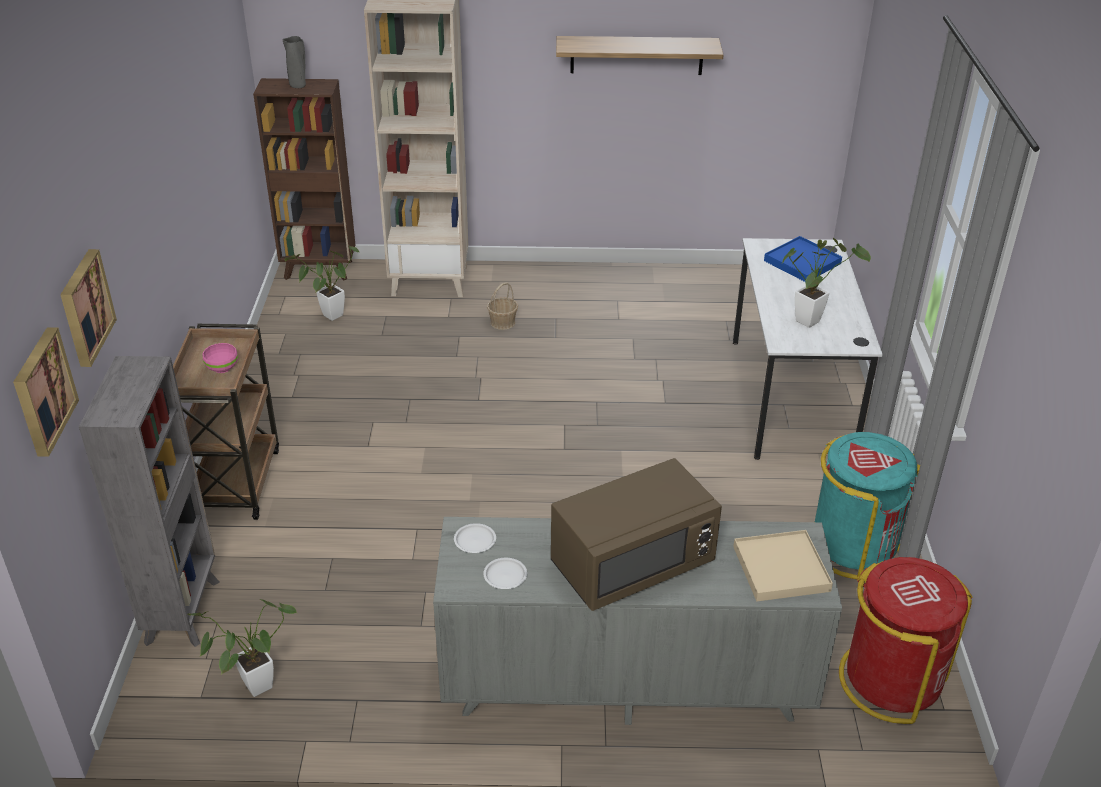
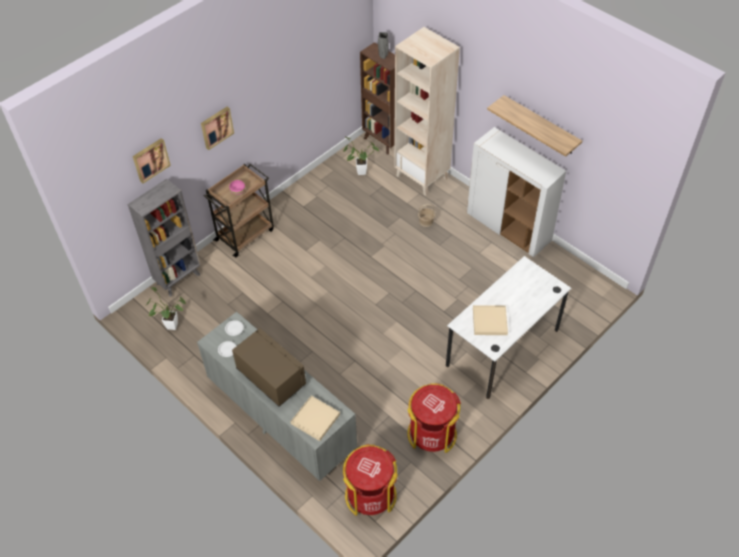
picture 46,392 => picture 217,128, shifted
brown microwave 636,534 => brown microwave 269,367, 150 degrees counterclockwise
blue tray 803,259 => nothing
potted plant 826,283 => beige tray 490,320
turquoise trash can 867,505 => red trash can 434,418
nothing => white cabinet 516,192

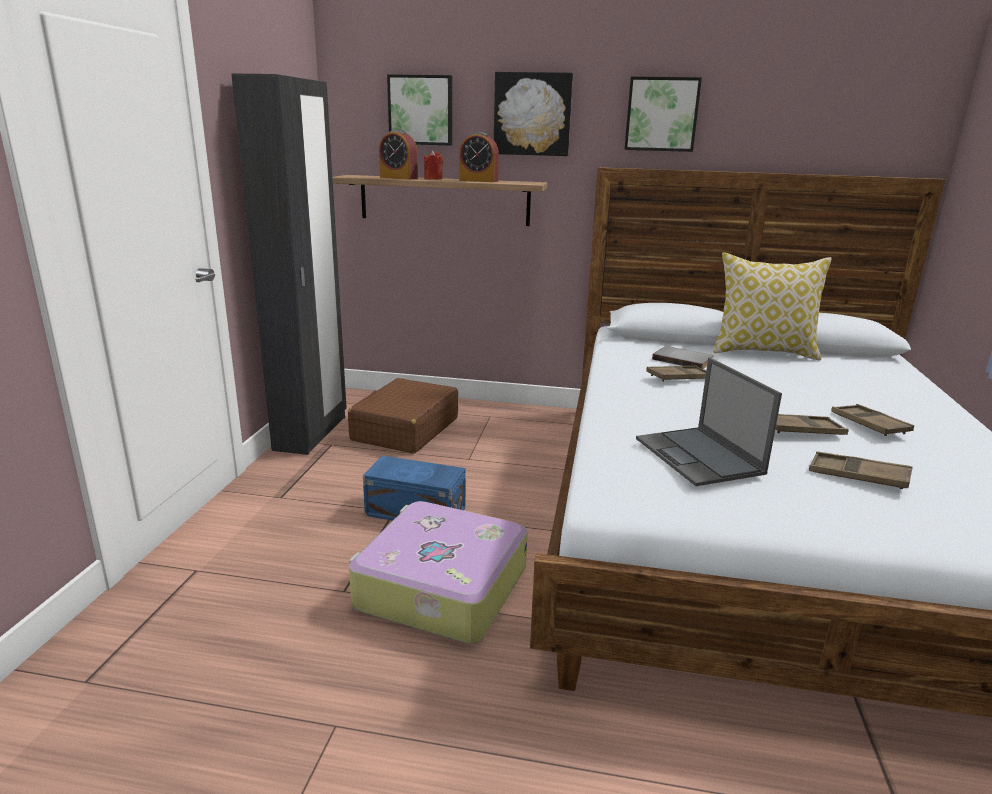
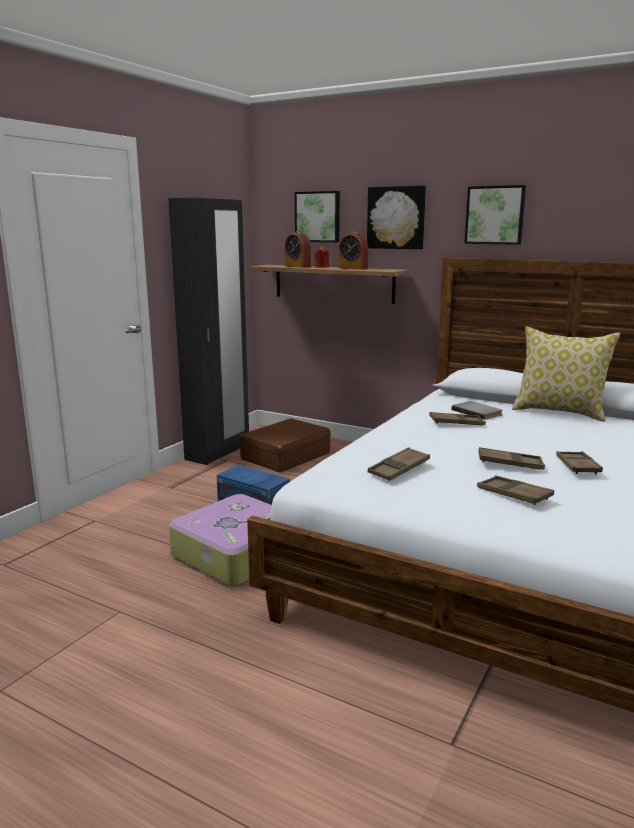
laptop 709,422 => brown tray 399,464

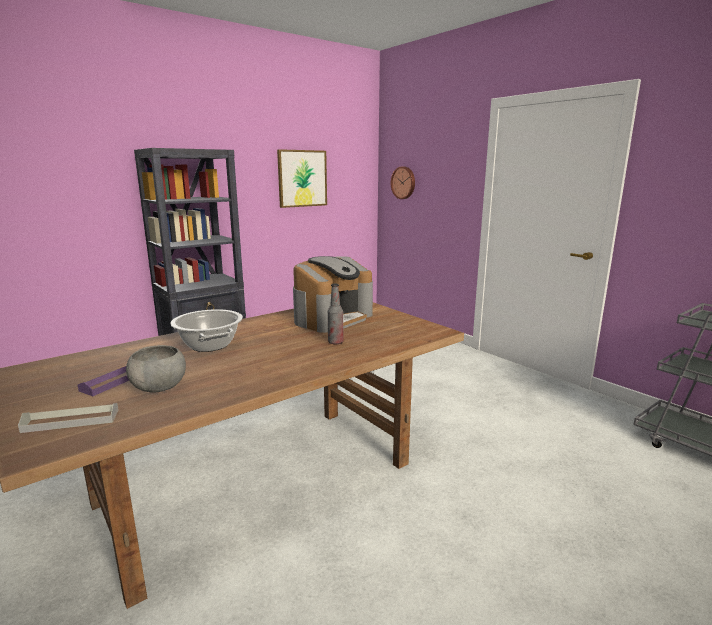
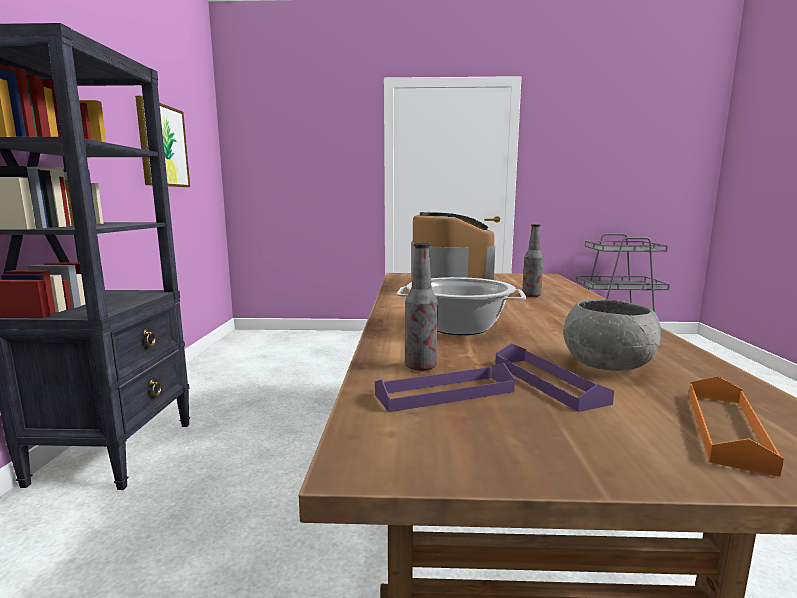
grey tray 68,418 => orange tray 736,426
wall clock 403,183 => nothing
nothing => purple tray 445,387
nothing => bottle 421,307

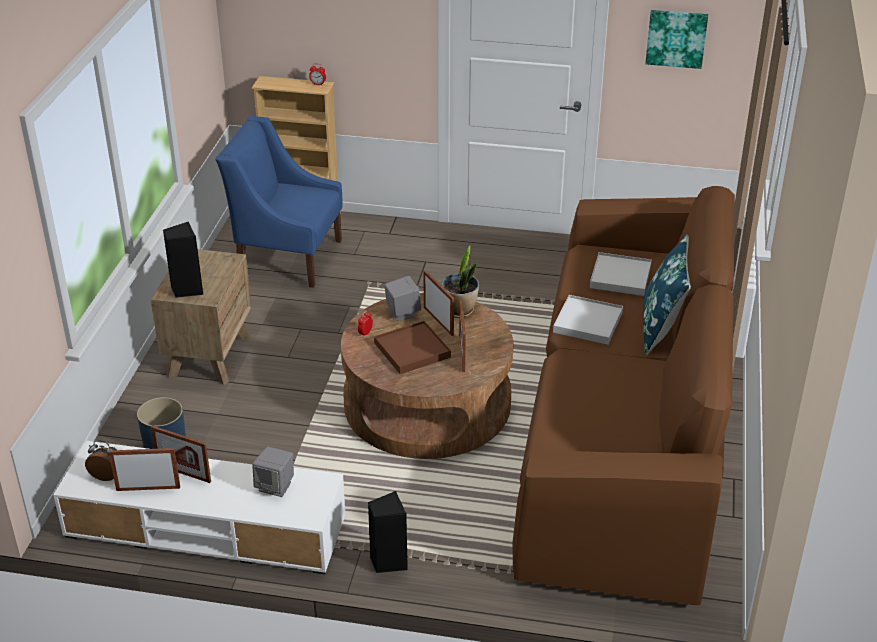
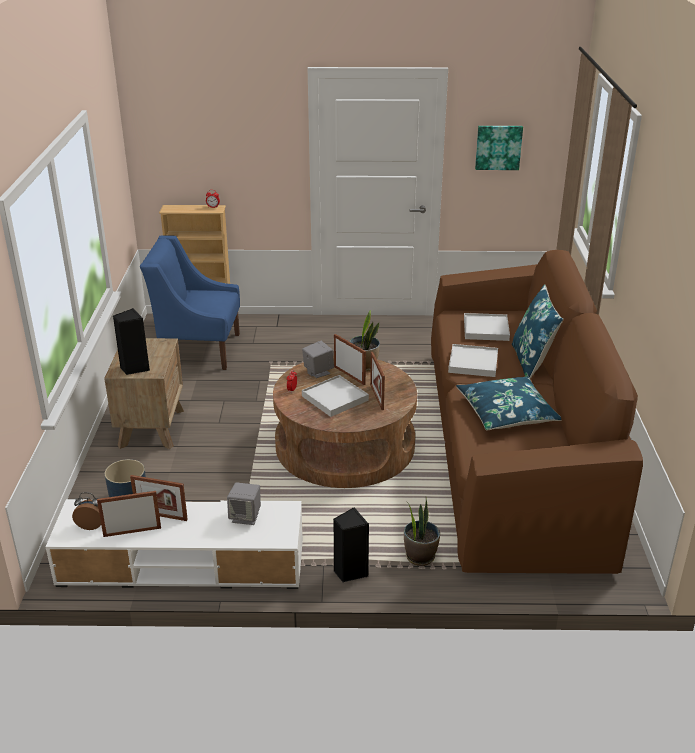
brown tray 412,347 => white tray 335,396
nothing => potted plant 422,531
nothing => blue pillow 508,403

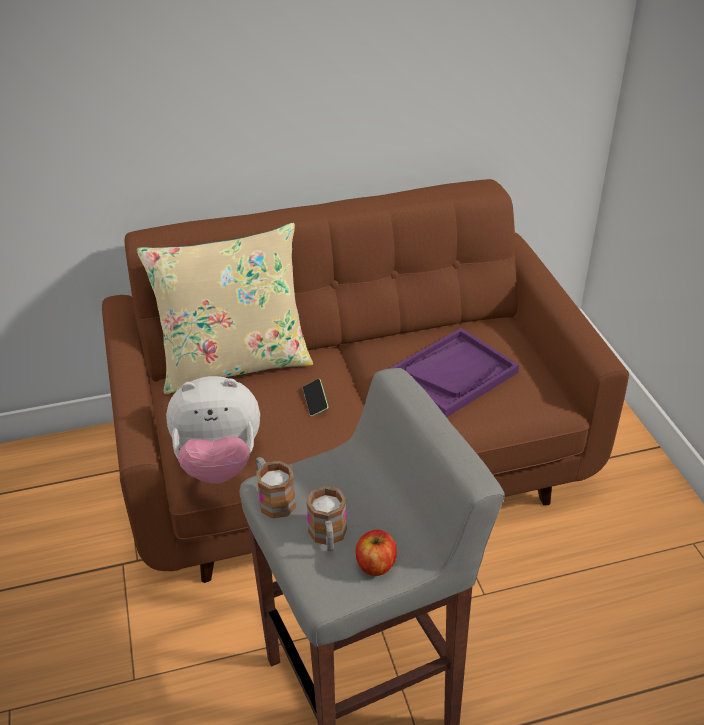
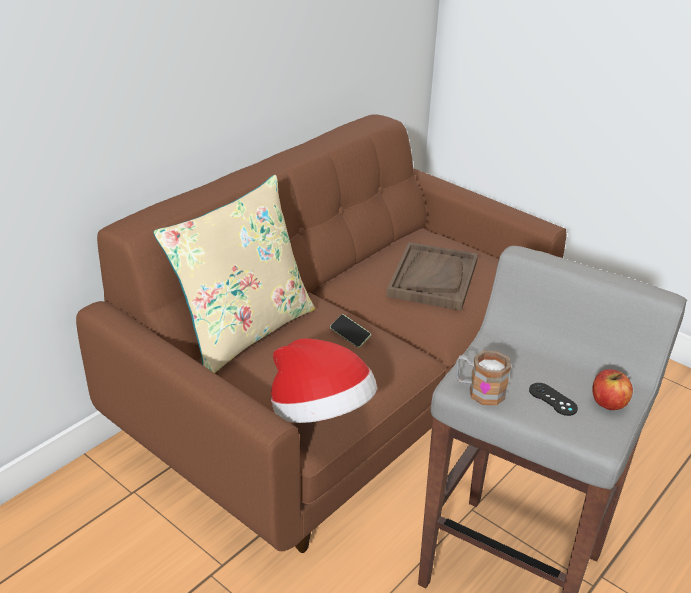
plush toy 213,430 => hat 324,381
mug 326,518 => black game controller 553,399
purple tray 454,372 => brown tray 432,276

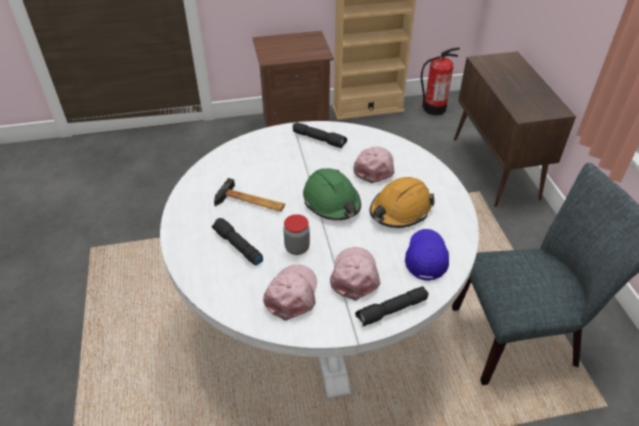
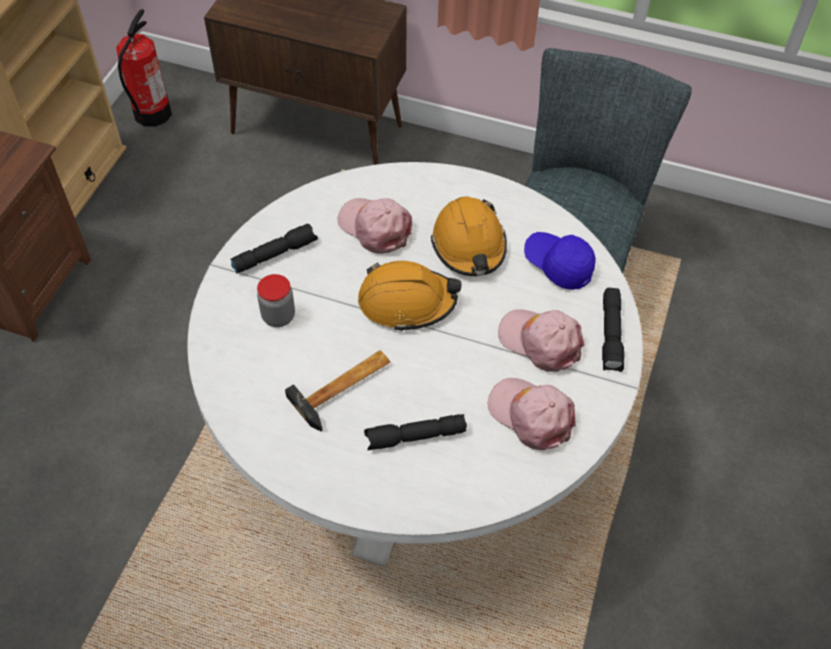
jar 296,234 => jar 276,300, shifted
green hard hat 332,194 => orange hard hat 409,296

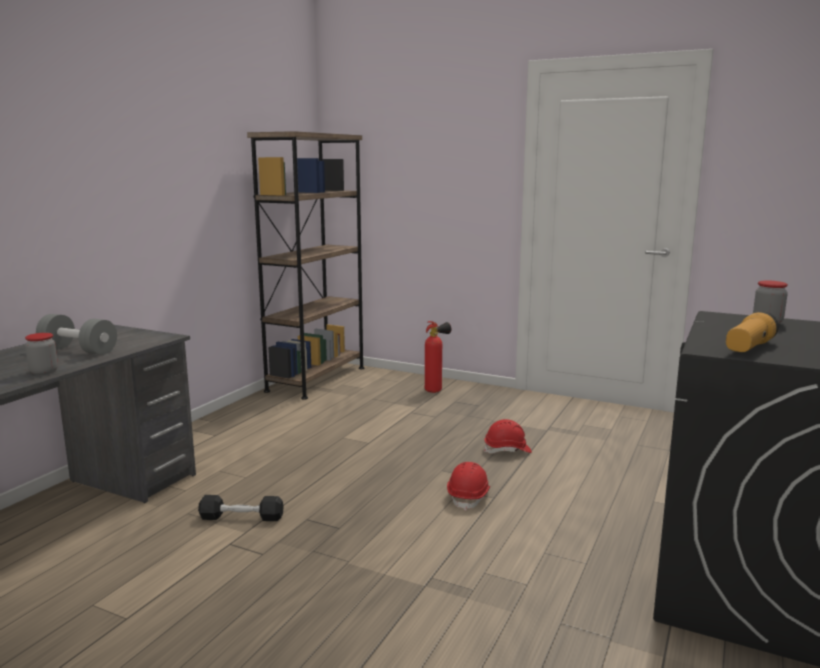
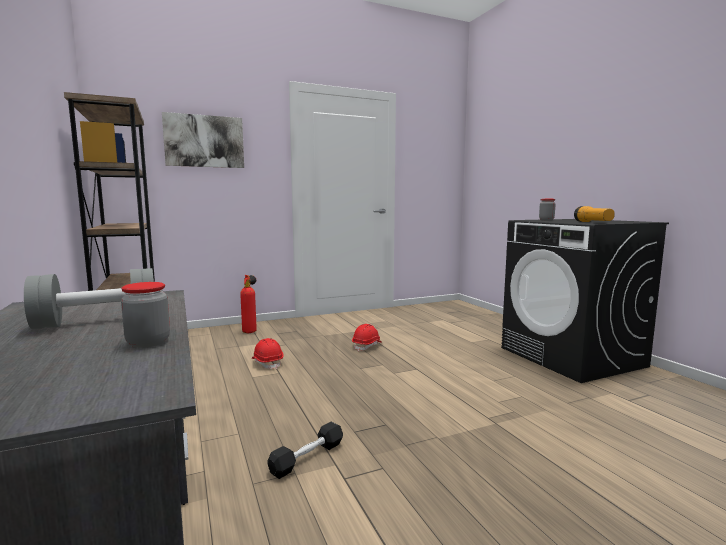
red hard hat 468,486 => red hard hat 268,353, shifted
nothing => picture 203,140

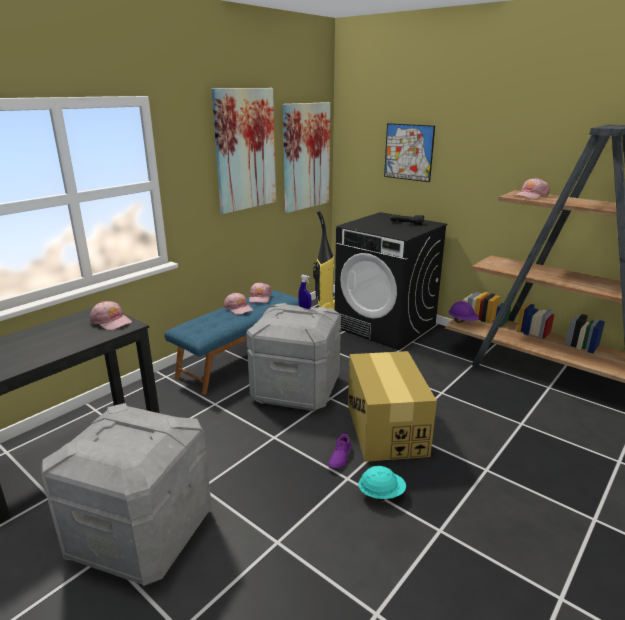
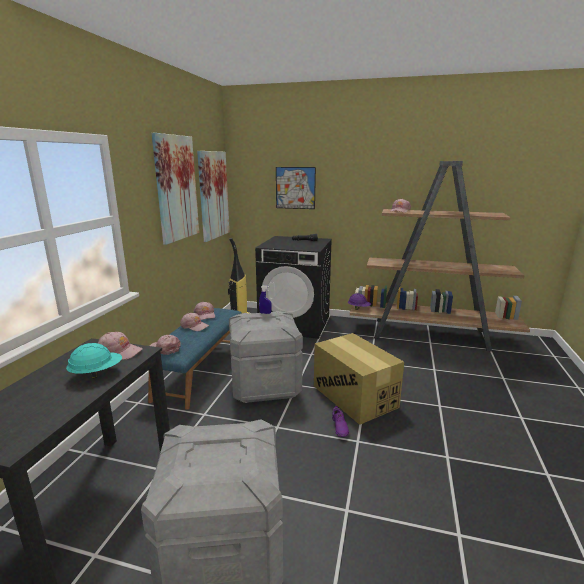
turquoise hard hat 382,484 => turquoise hard hat 94,361, shifted
nothing => pink cap 165,345

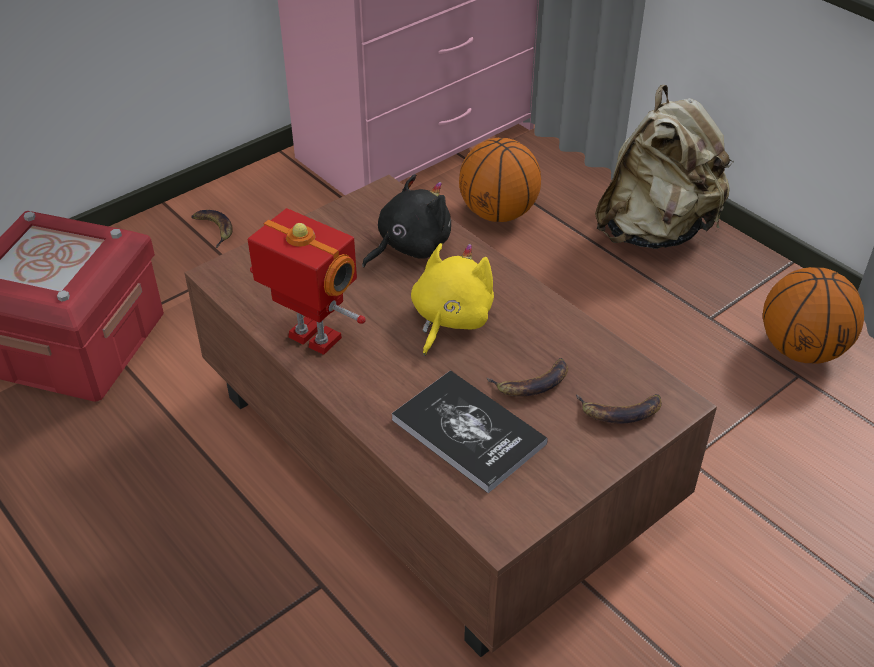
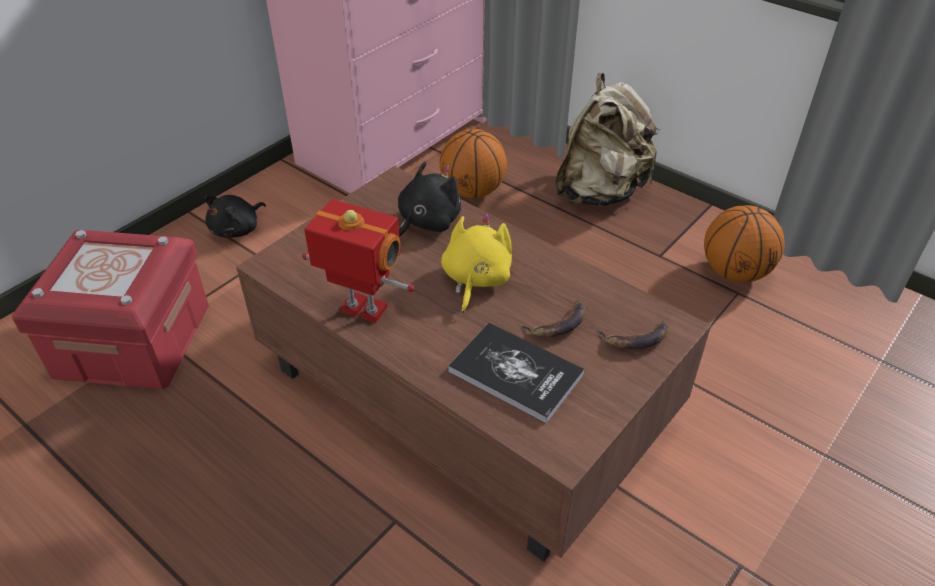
banana 212,229 => black plush toy 235,216

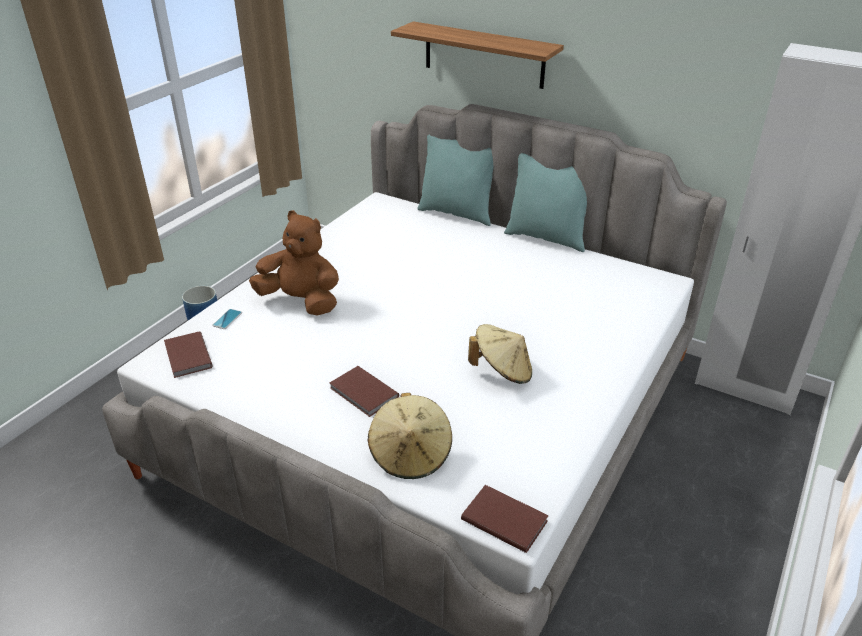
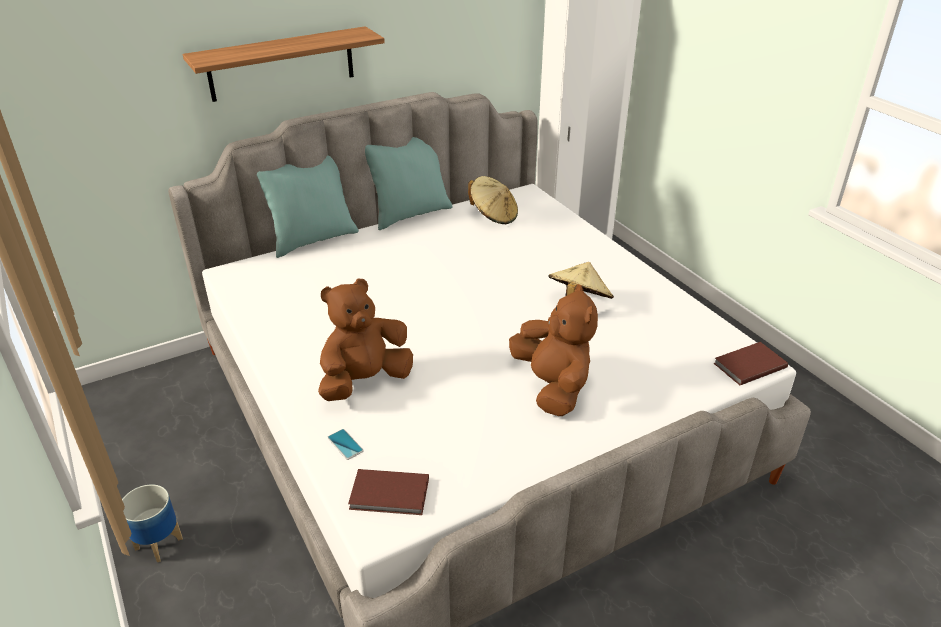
brown book 364,391 => brown plush toy 553,350
beige hat 410,436 => beige hat 493,200, shifted

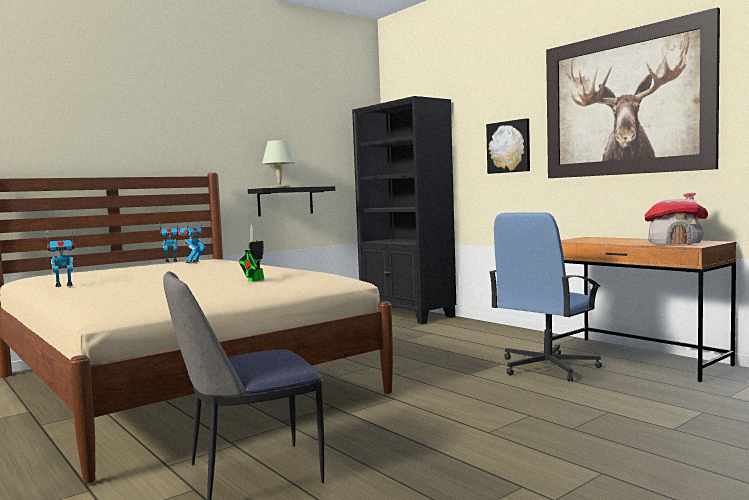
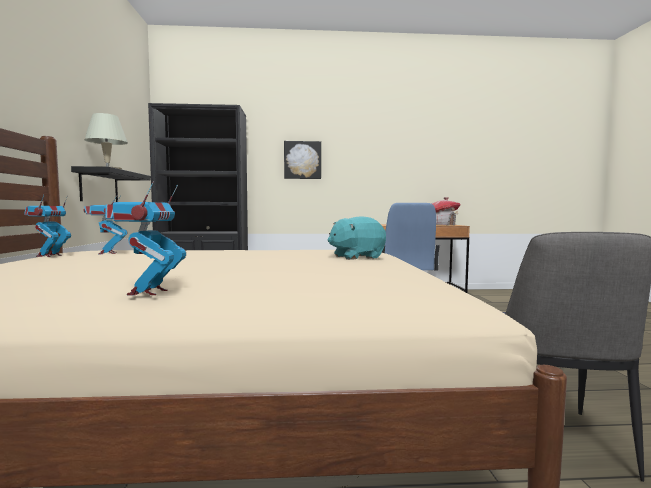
toy robot 251,253 => turquoise plush toy 357,238
picture 633,92 => nothing

